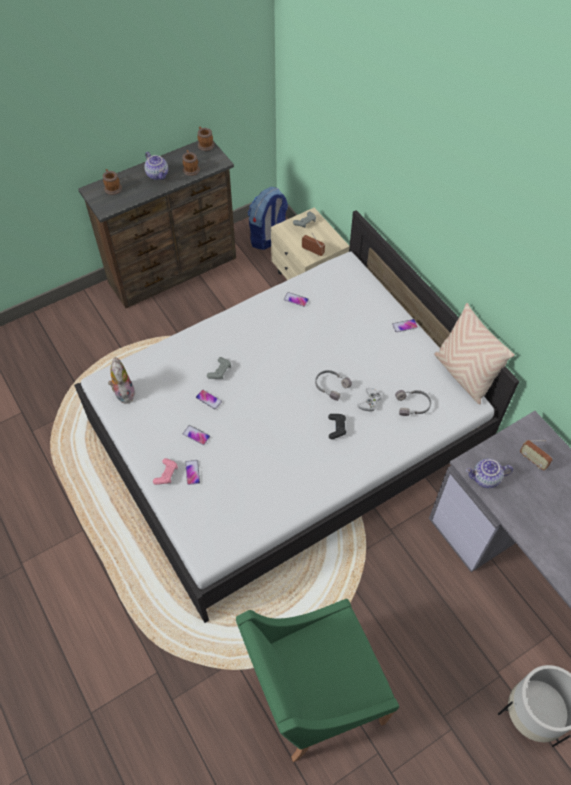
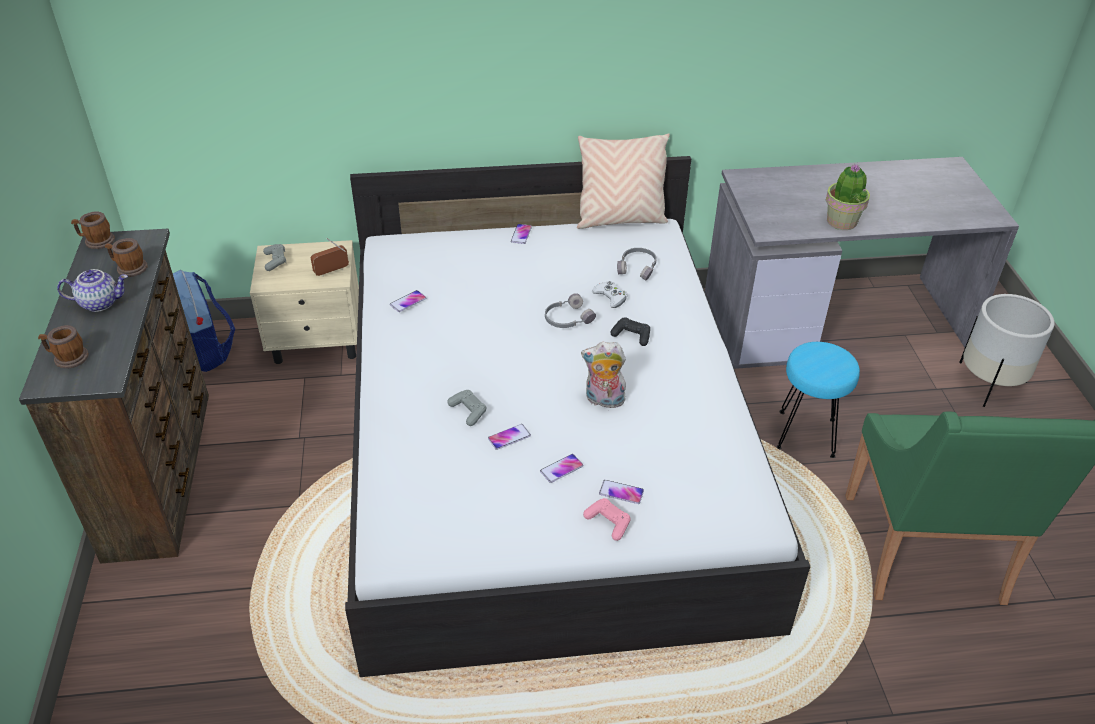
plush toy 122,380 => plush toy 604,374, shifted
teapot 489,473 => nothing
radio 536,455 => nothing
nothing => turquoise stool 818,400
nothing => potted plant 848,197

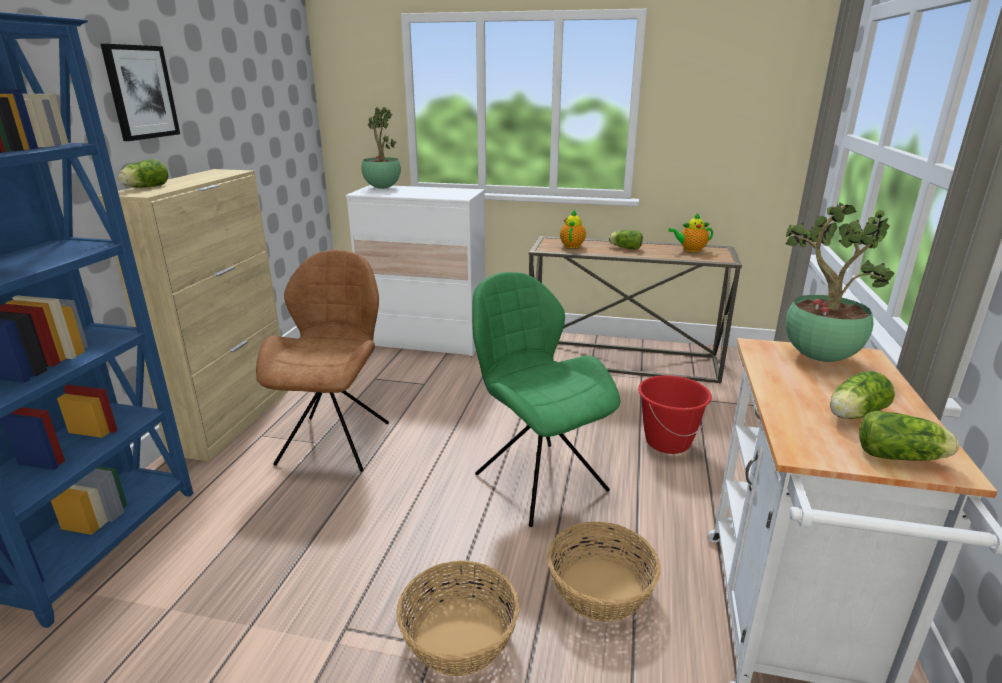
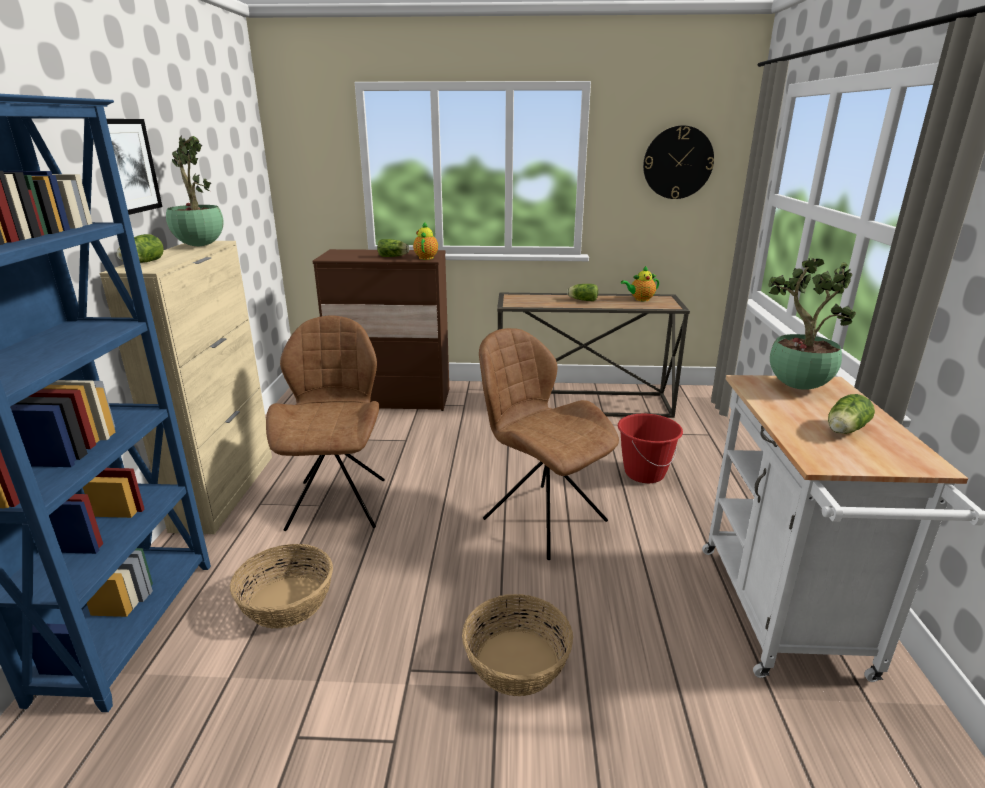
white dresser 415,271 => brown dresser 381,330
potted plant 381,148 => potted plant 195,191, shifted
green chair 546,399 => brown chair 549,444
basket 604,572 => basket 281,586, shifted
teapot 573,228 => teapot 425,241, shifted
lettuce 909,436 => lettuce 393,248, shifted
nothing => wall clock 678,162

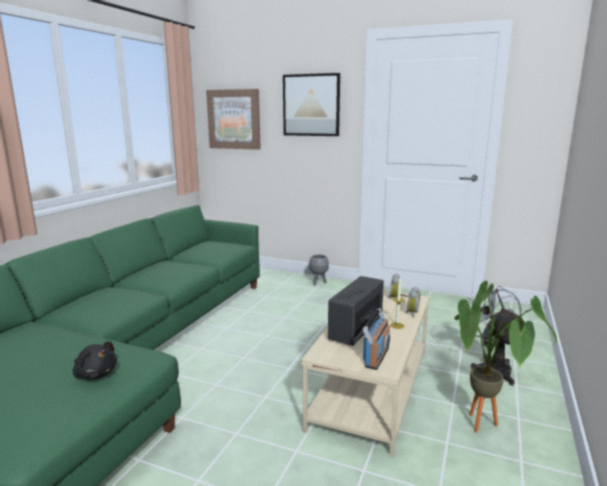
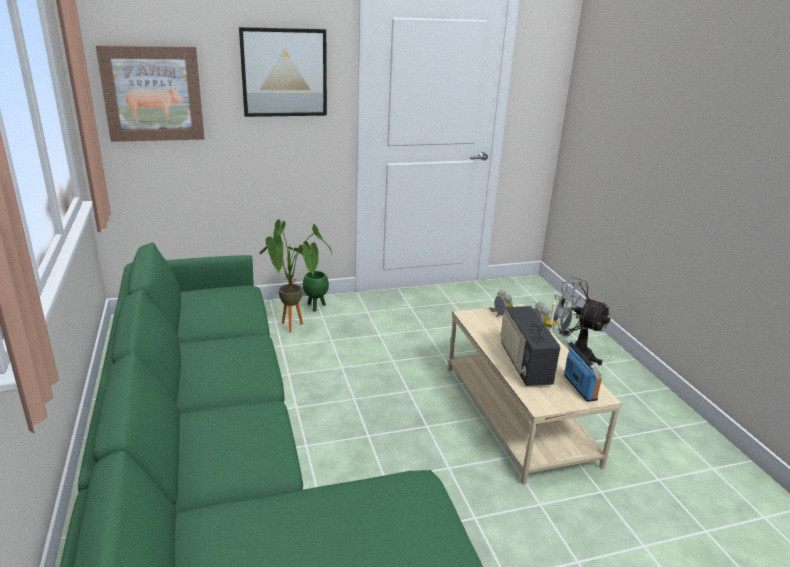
black plush toy 95,360 => nothing
grey planter 319,270 => green planter 316,291
potted plant 505,356 => potted plant 296,275, shifted

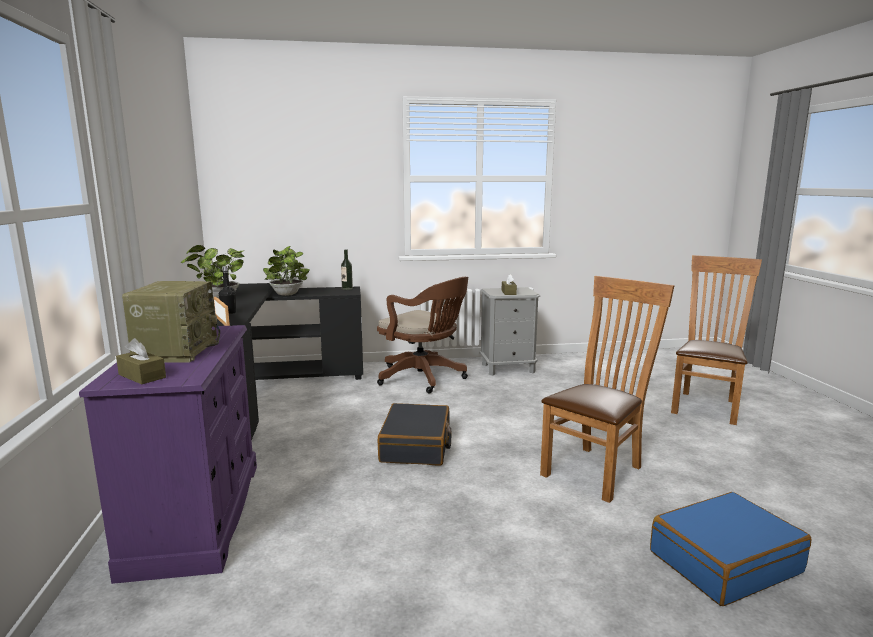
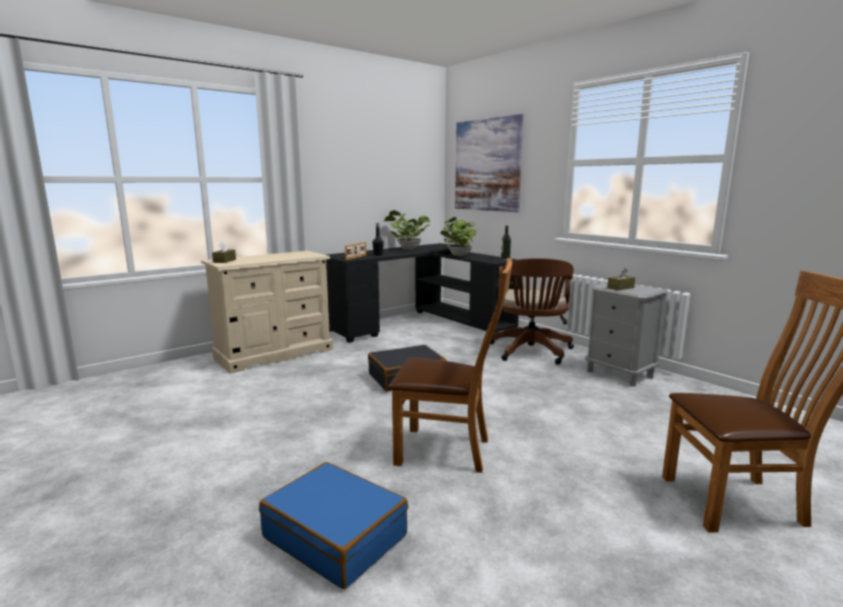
purple dresser 168,454 => beige dresser 267,312
radio 171,322 => nothing
nothing => picture 489,163

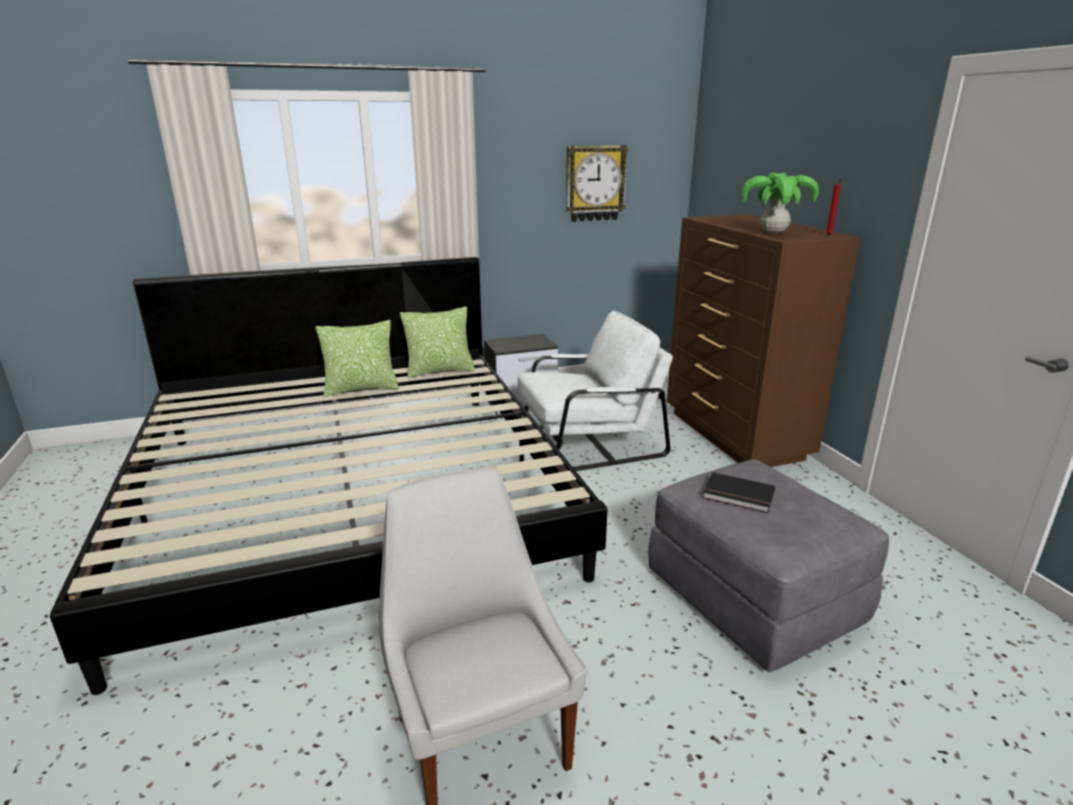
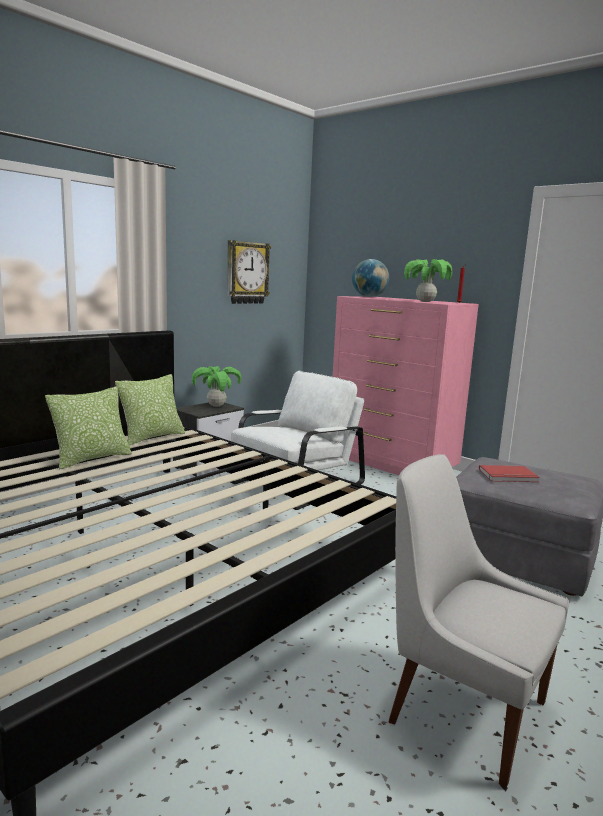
brown dresser 763,340 => pink dresser 406,385
black book 738,492 => red book 509,473
nothing => potted plant 217,386
nothing => globe 370,278

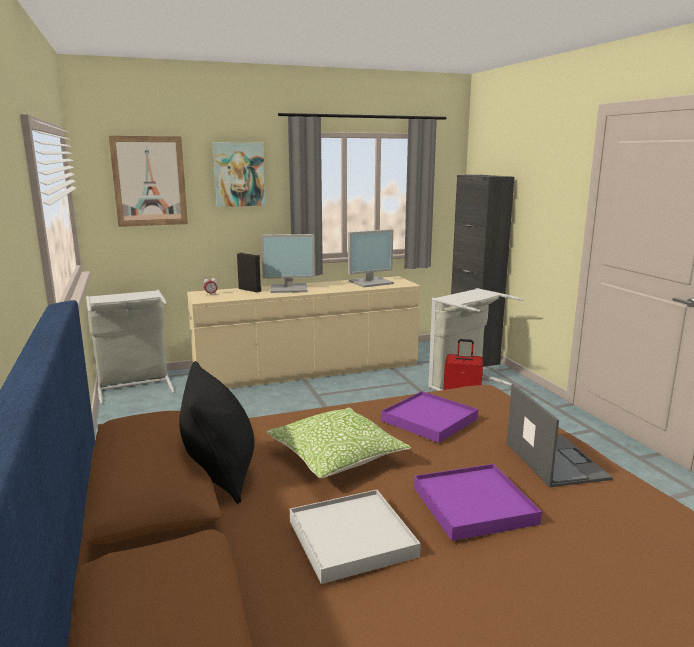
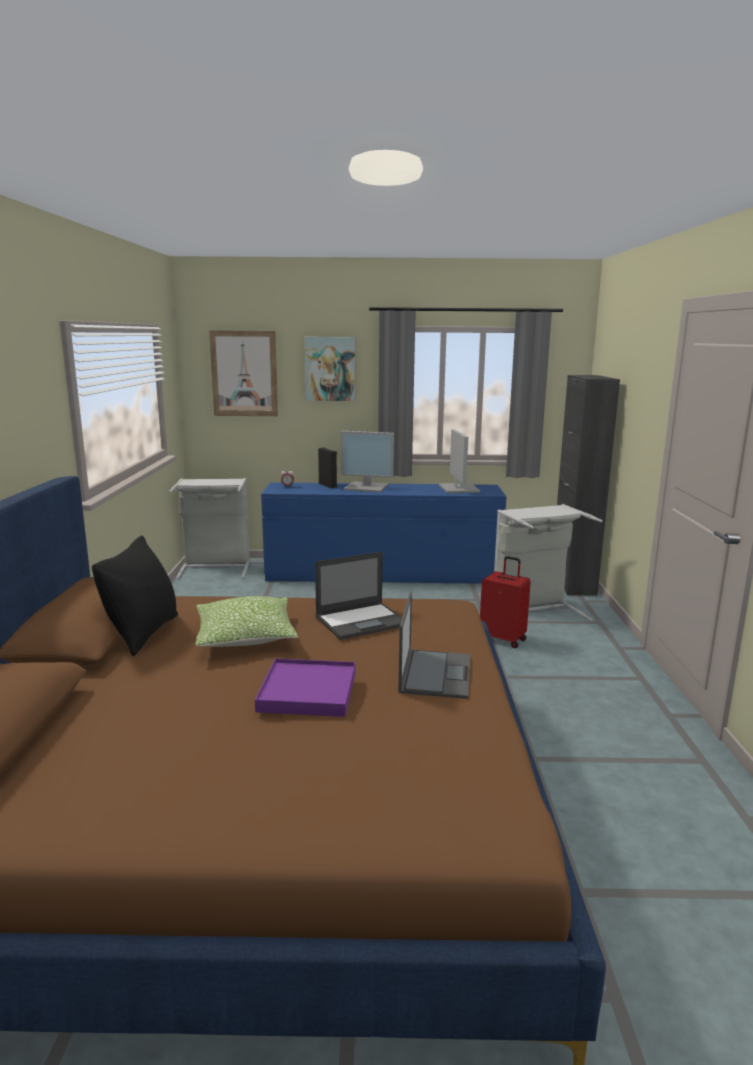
beige dresser 303,332 => blue dresser 383,533
white tray 355,537 => nothing
monitor 371,258 => monitor 459,461, 90 degrees counterclockwise
purple tray 429,417 => laptop 358,595

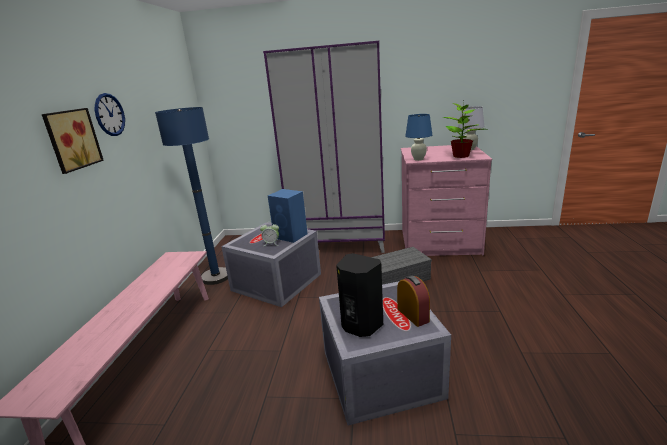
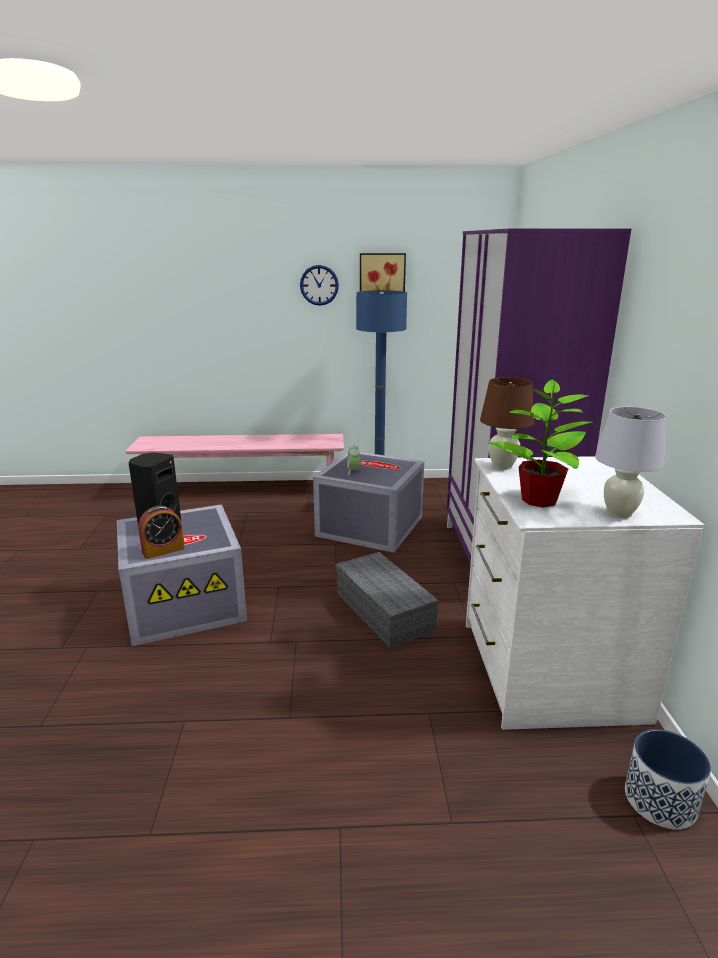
picture 73,141 => picture 383,272, shifted
blue speaker 287,216 => nothing
pink dresser 446,200 => white dresser 585,593
blue table lamp 418,137 => brown table lamp 507,423
nothing => planter 668,779

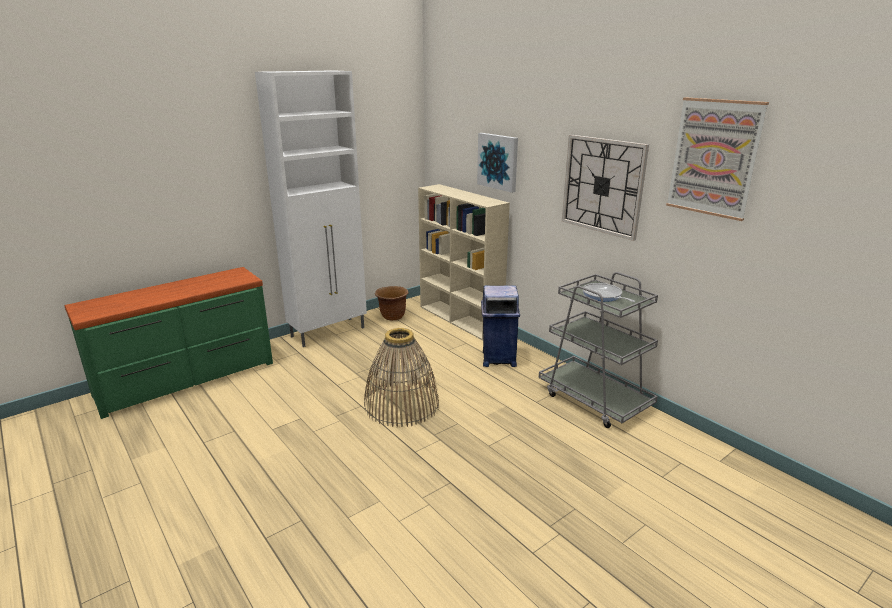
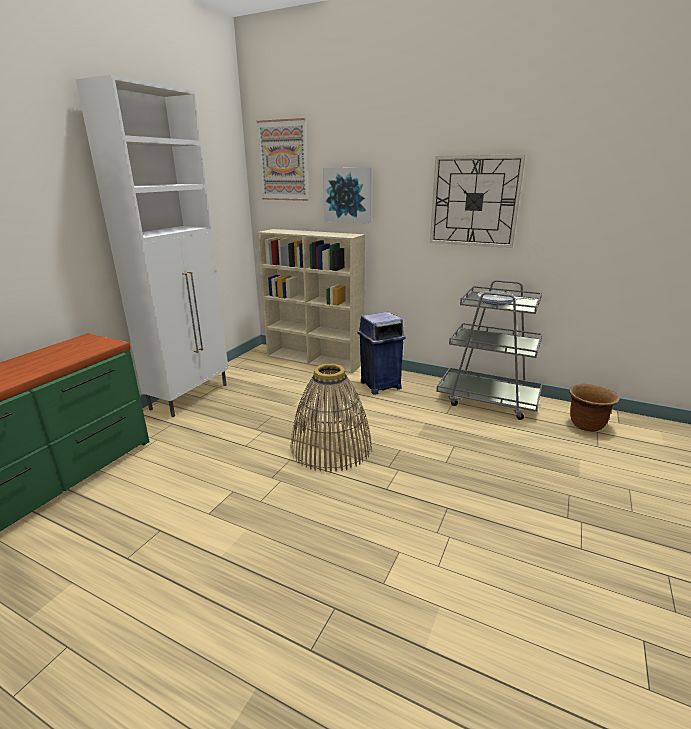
brown planter 391,303 => brown planter 594,408, shifted
picture 717,159 => picture 283,159, shifted

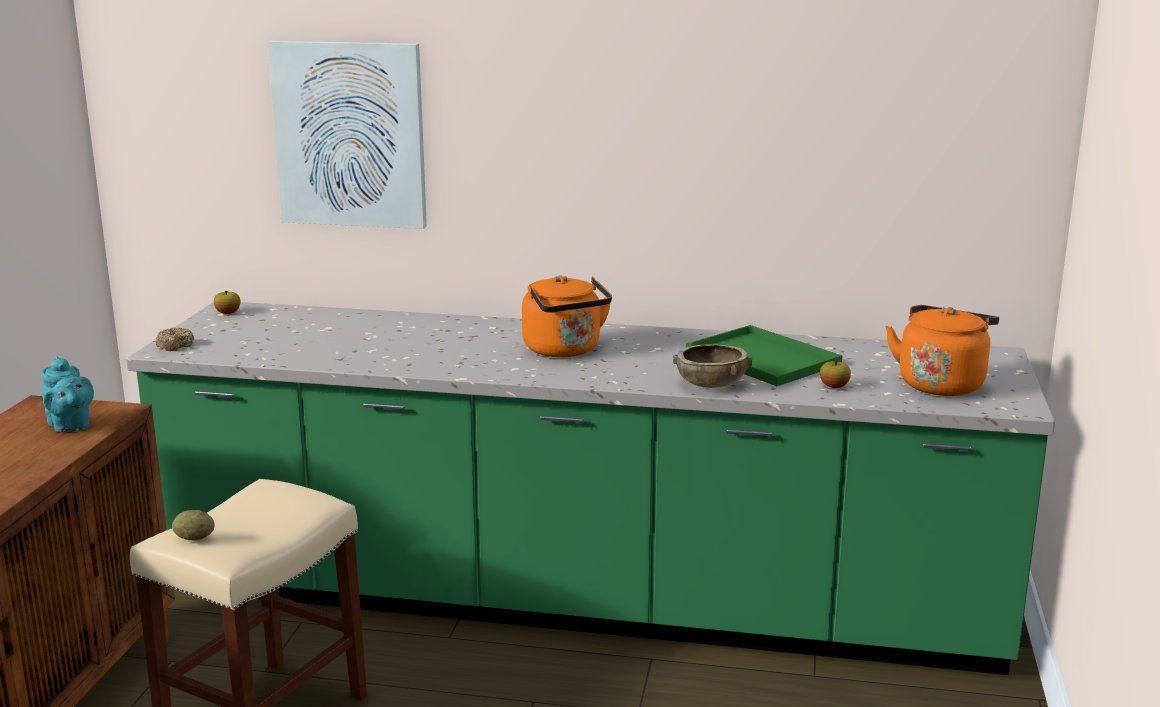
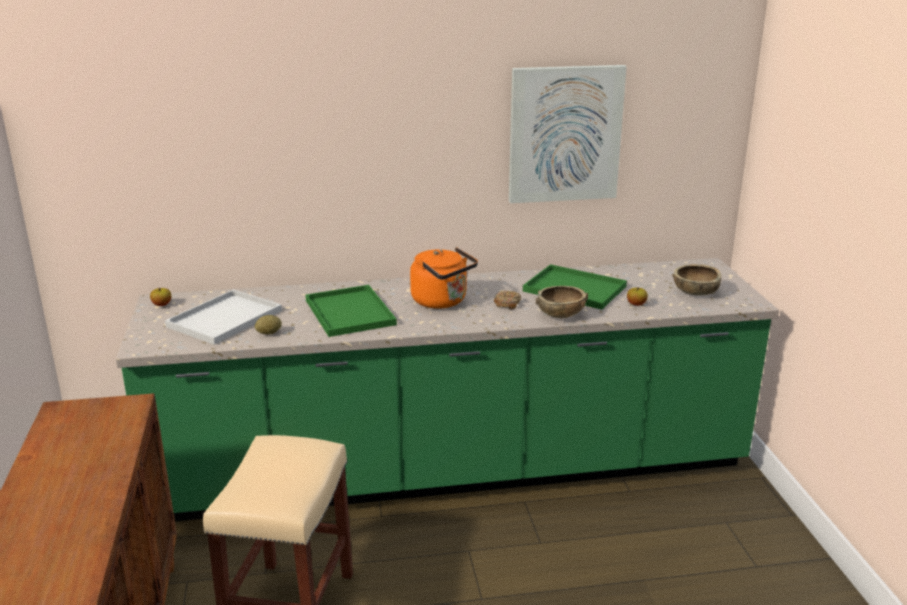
turquoise teapot 67,394 => nothing
donut 174,339 => donut 507,300, shifted
potato 193,525 => potato 268,324, shifted
picture 347,135 => picture 568,134, shifted
orange kettle 942,350 => brown bowl 697,279
nothing => white tray 223,317
nothing => green tray 351,311

